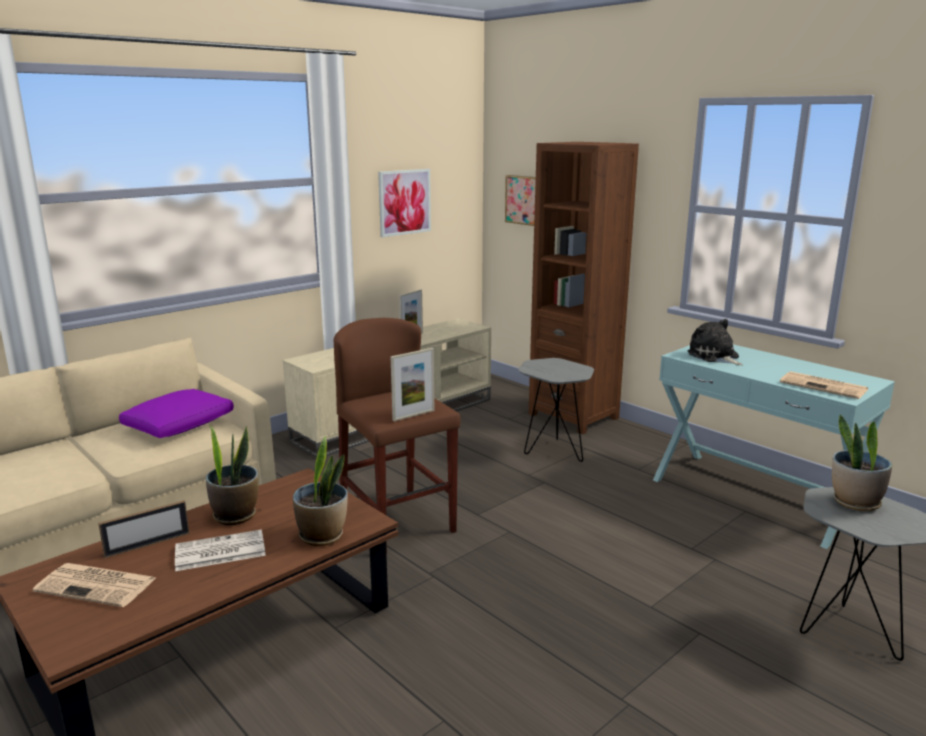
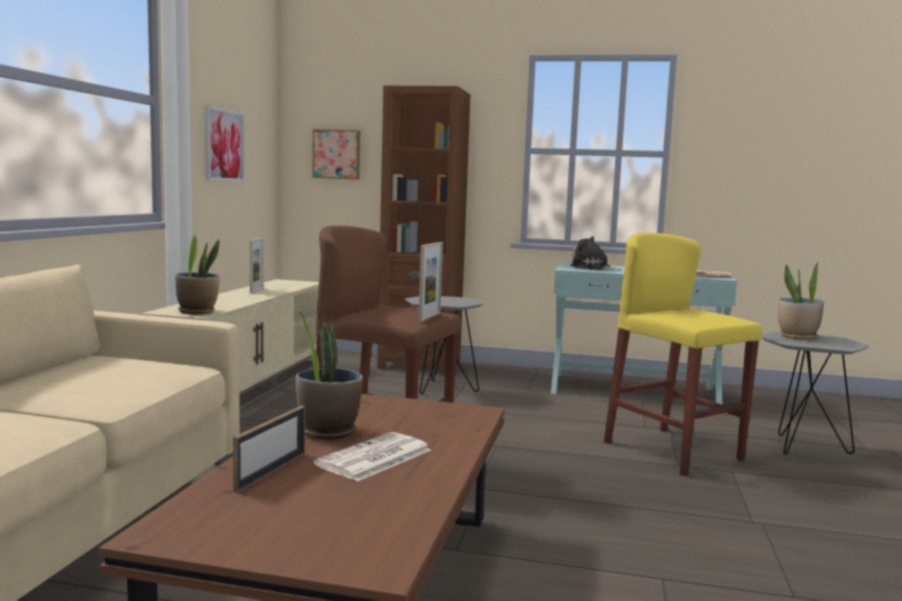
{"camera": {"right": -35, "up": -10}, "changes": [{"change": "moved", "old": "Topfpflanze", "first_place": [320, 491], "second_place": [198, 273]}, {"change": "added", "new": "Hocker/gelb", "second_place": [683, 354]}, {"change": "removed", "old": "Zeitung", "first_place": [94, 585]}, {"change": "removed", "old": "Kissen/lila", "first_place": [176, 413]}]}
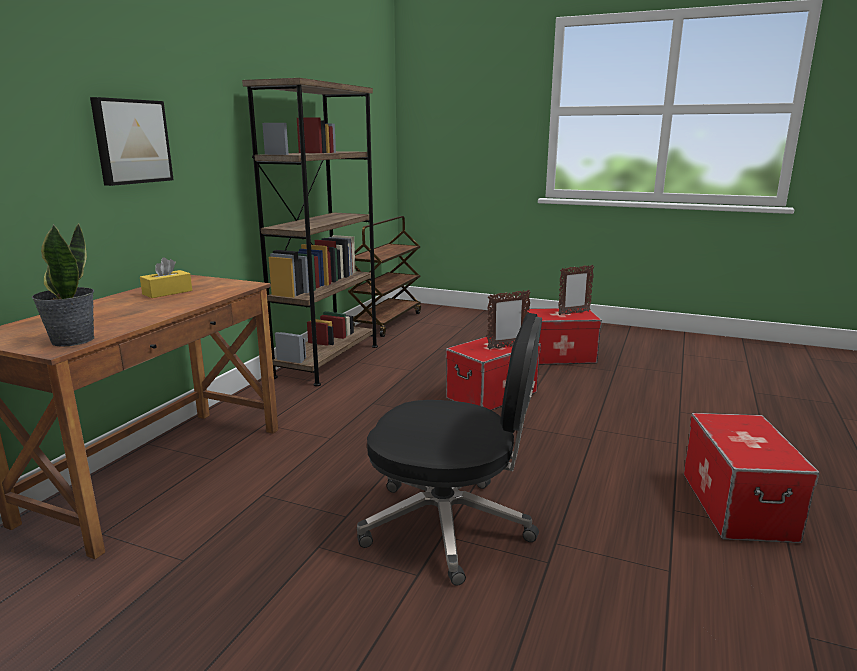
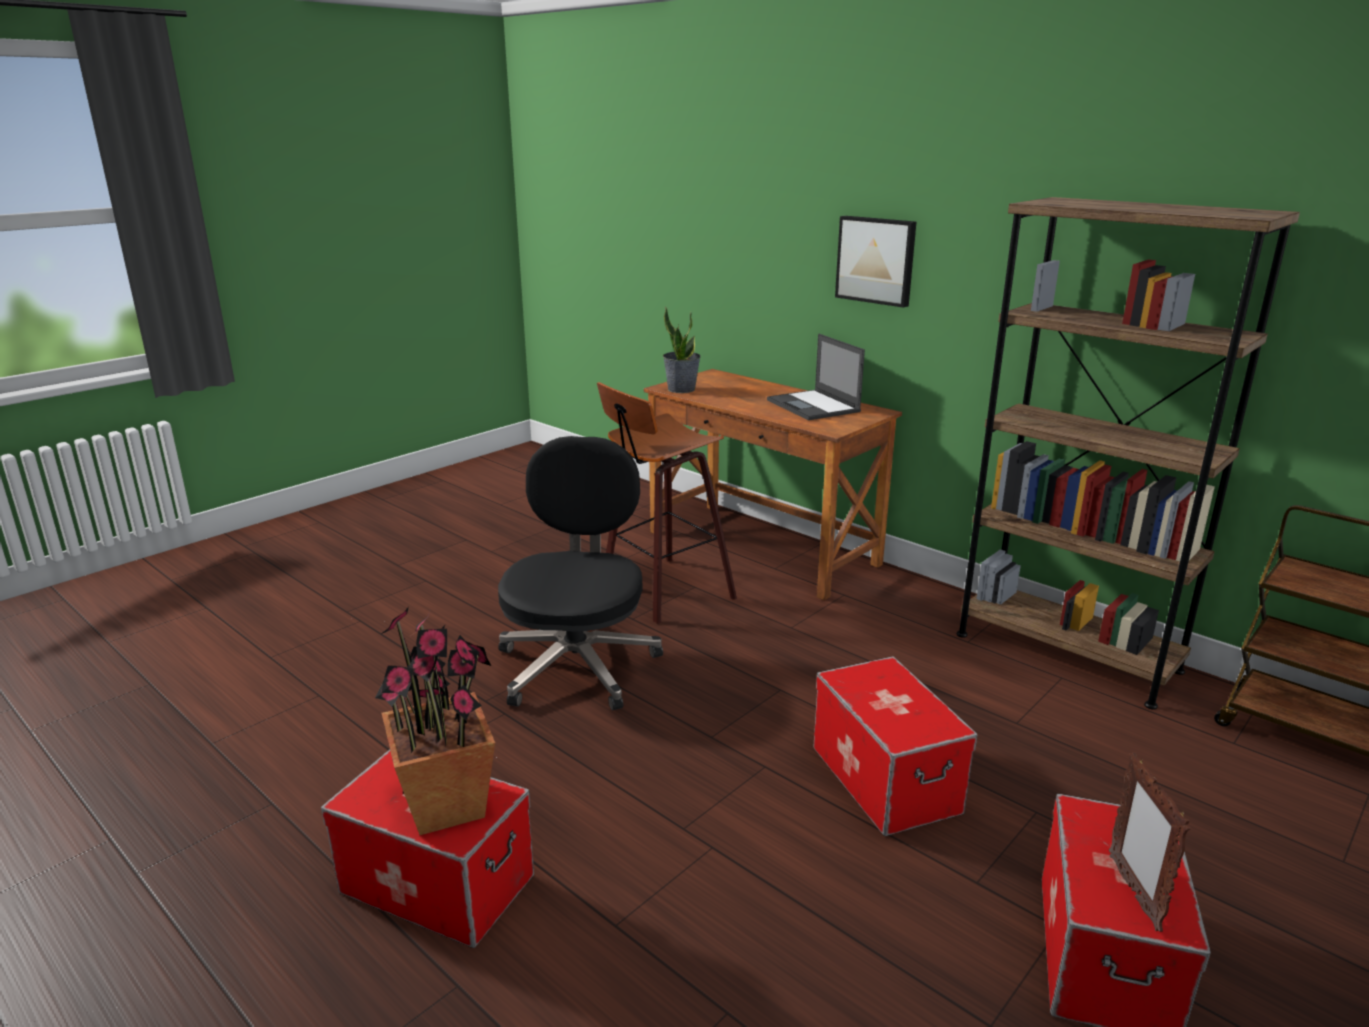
{"camera": {"right": 110, "up": 5}, "changes": [{"change": "added", "new": "Topfpflanze", "second_place": [435, 721]}, {"change": "turned", "old": "Bürostuhl/schwarz", "first_place": [449, 449], "second_place": [580, 573], "degrees": 150}, {"change": "added", "new": "Hocker", "second_place": [667, 503]}, {"change": "replaced", "old": "Taschentuchbox/gelb", "new": "Laptop", "first_place": [166, 277], "second_place": [816, 377]}, {"change": "removed", "old": "Bilderrahmen", "first_place": [509, 320]}]}
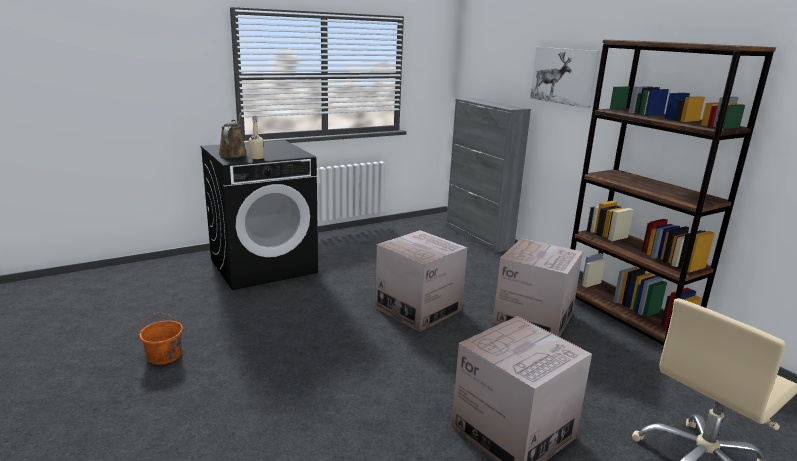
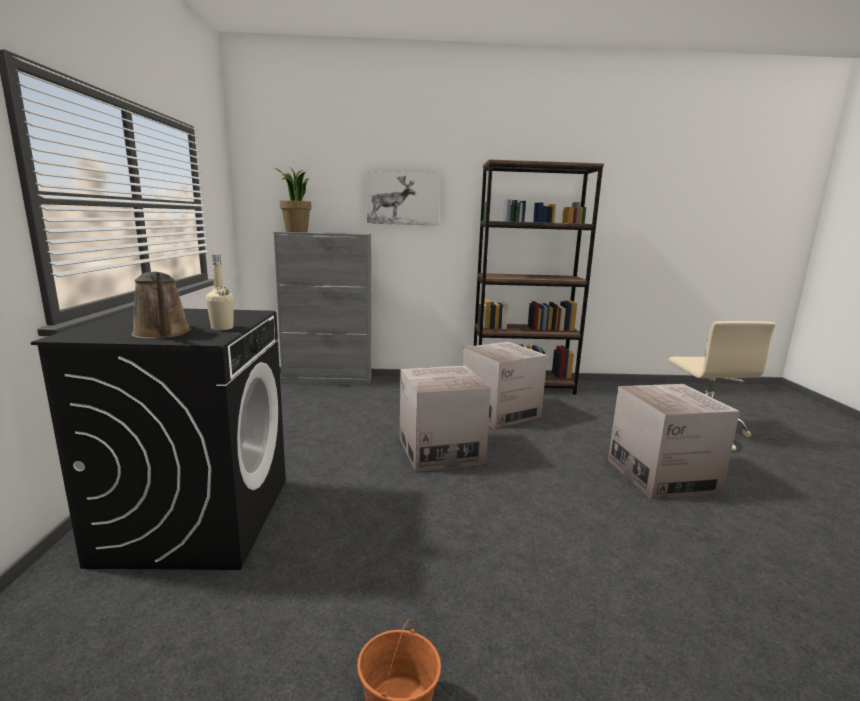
{"camera": {"right": -60, "up": -5}, "changes": [{"change": "turned", "old": "Gießkanne/braun", "first_place": [232, 135], "second_place": [161, 305], "degrees": -150}, {"change": "added", "new": "Topfpflanze", "second_place": [293, 199]}]}
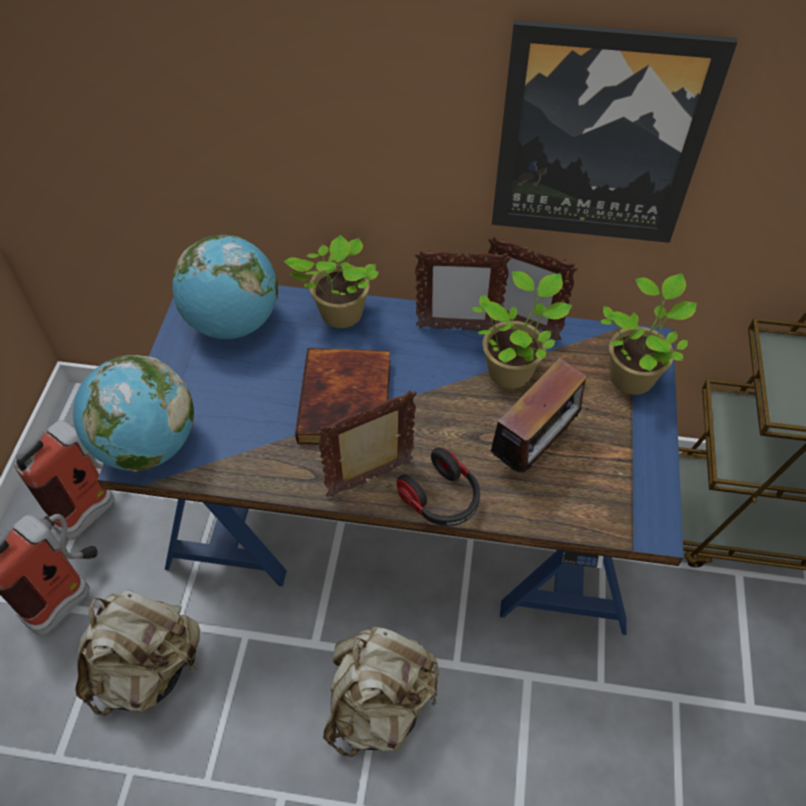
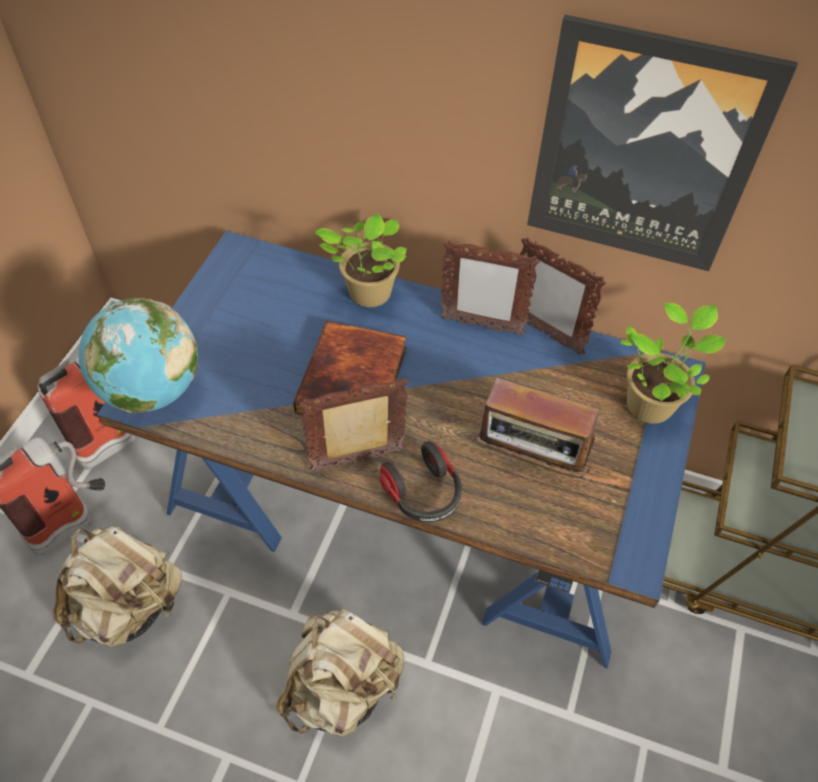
{"camera": {"right": 10, "up": 0}, "changes": [{"change": "turned", "old": "Radio", "first_place": [536, 415], "second_place": [539, 428], "degrees": 60}, {"change": "removed", "old": "Globus", "first_place": [225, 287]}, {"change": "removed", "old": "Topfpflanze", "first_place": [522, 330]}]}
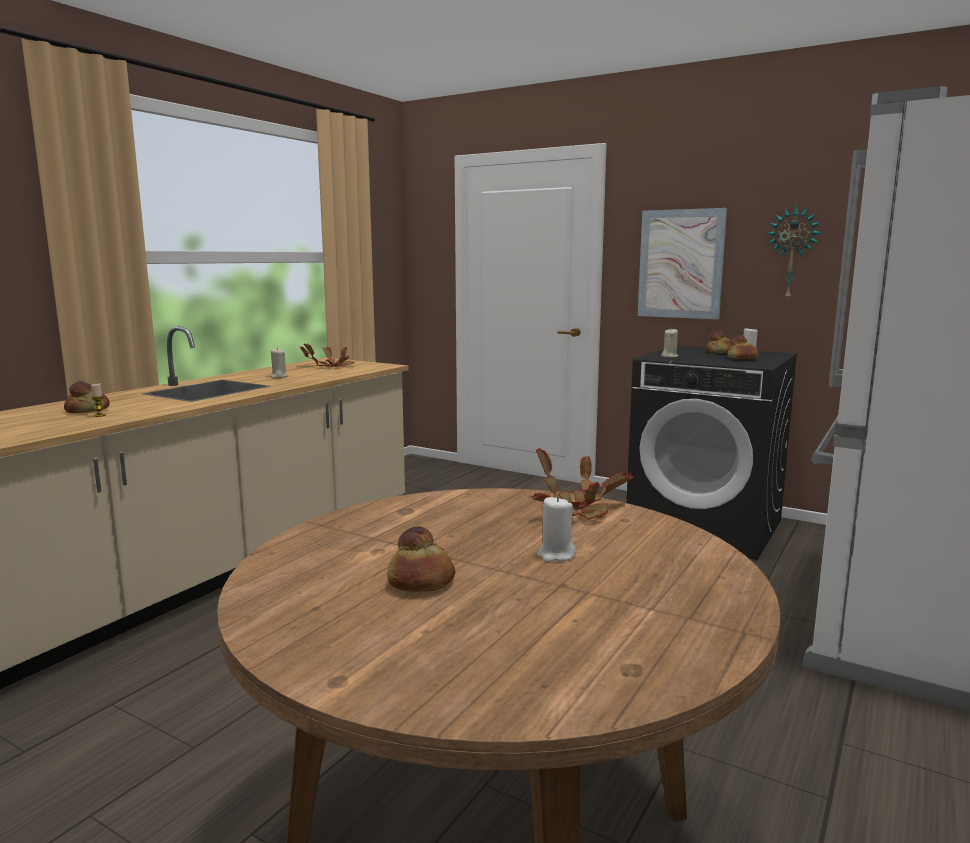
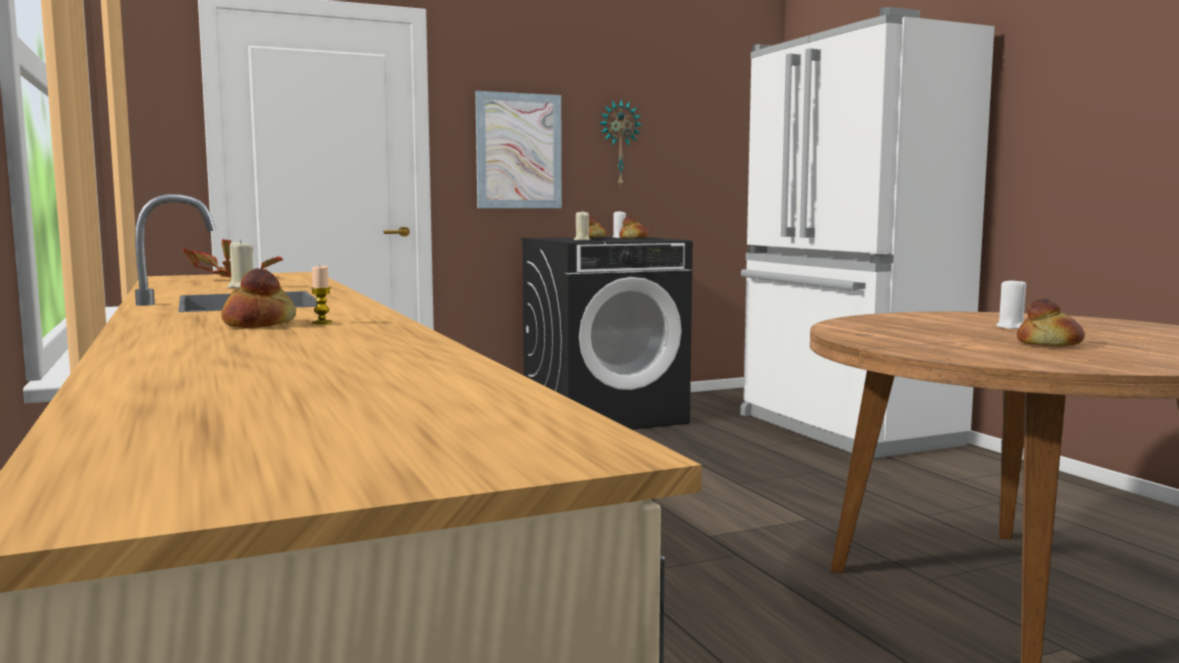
{"camera": {"right": -55, "up": -5}, "changes": [{"change": "removed", "old": "Topfpflanze", "first_place": [583, 484]}]}
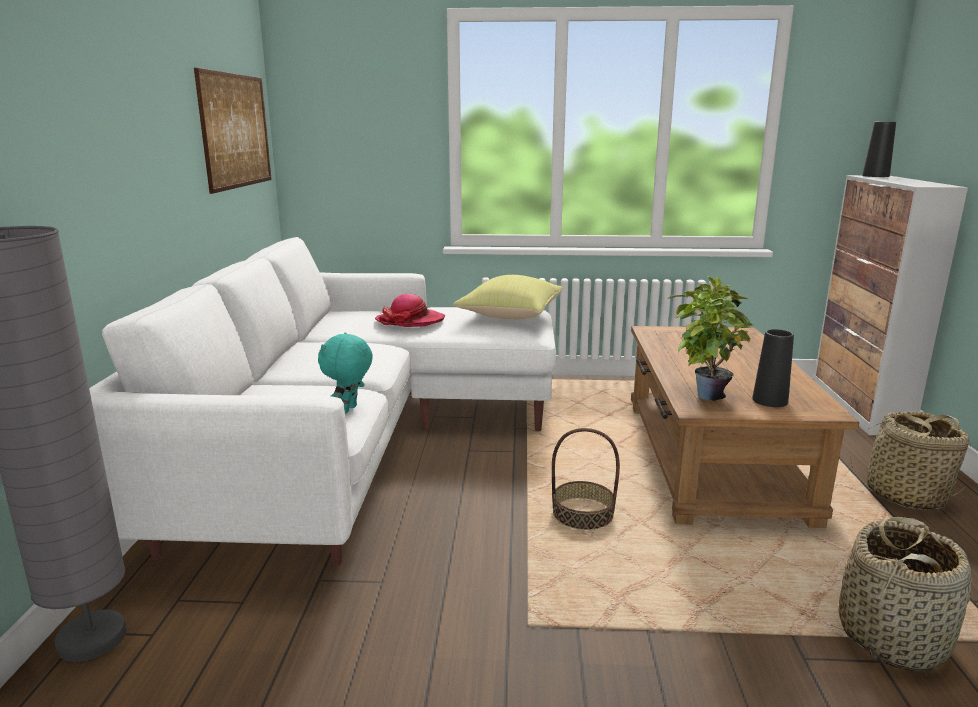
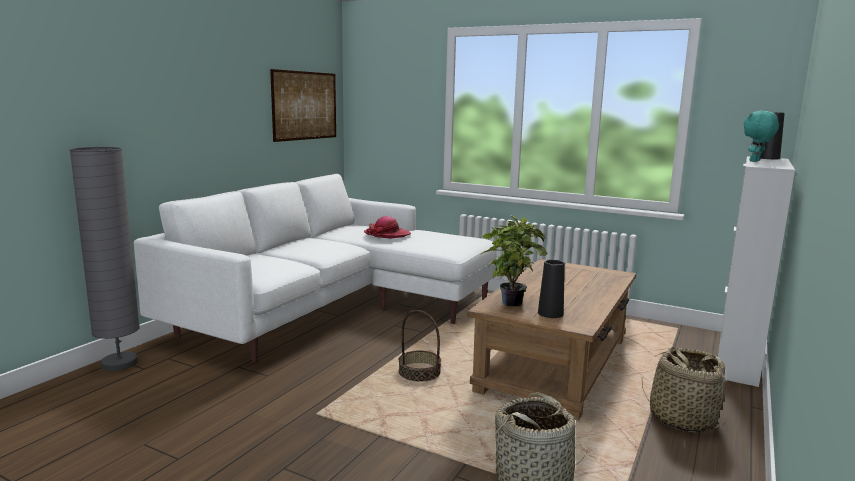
{"camera": {"right": 25, "up": -5}, "changes": [{"change": "moved", "old": "Plüschtier/türkis", "first_place": [345, 373], "second_place": [761, 136]}, {"change": "removed", "old": "Kissen/gelb", "first_place": [508, 297]}]}
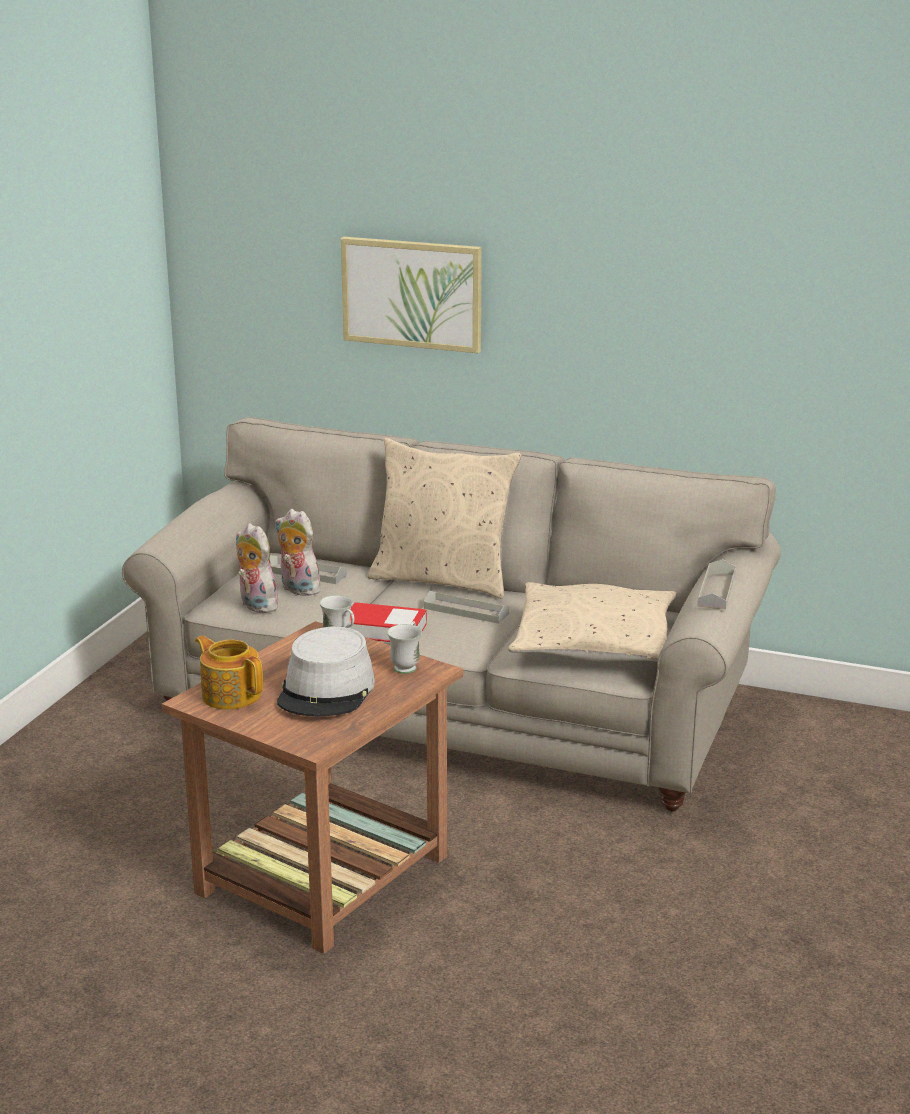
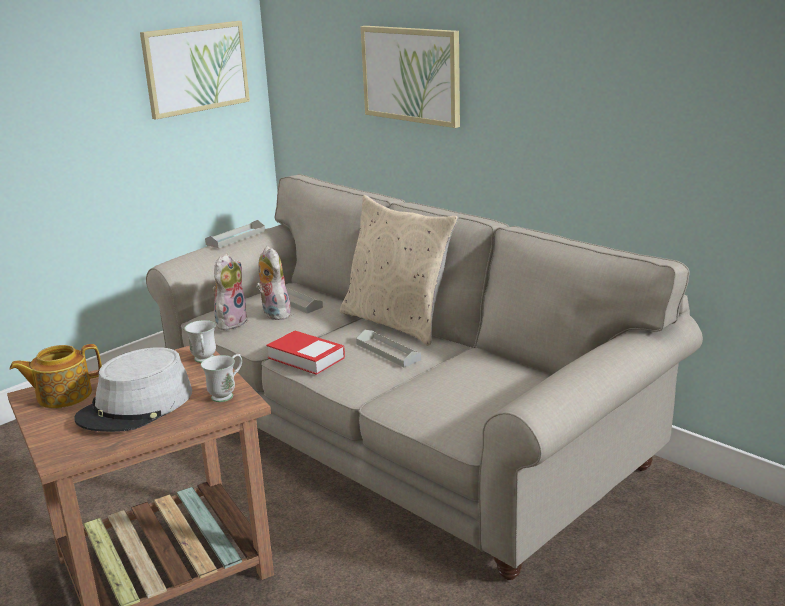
{"camera": {"right": 25, "up": 0}, "changes": [{"change": "turned", "old": "Teekanne", "first_place": [229, 672], "second_place": [56, 376], "degrees": -90}, {"change": "added", "new": "Bild", "second_place": [195, 70]}, {"change": "moved", "old": "Tablett/grau", "first_place": [716, 584], "second_place": [235, 234]}, {"change": "turned", "old": "Plüschtier", "first_place": [258, 568], "second_place": [230, 292], "degrees": 45}, {"change": "removed", "old": "Kissen/beige", "first_place": [592, 622]}]}
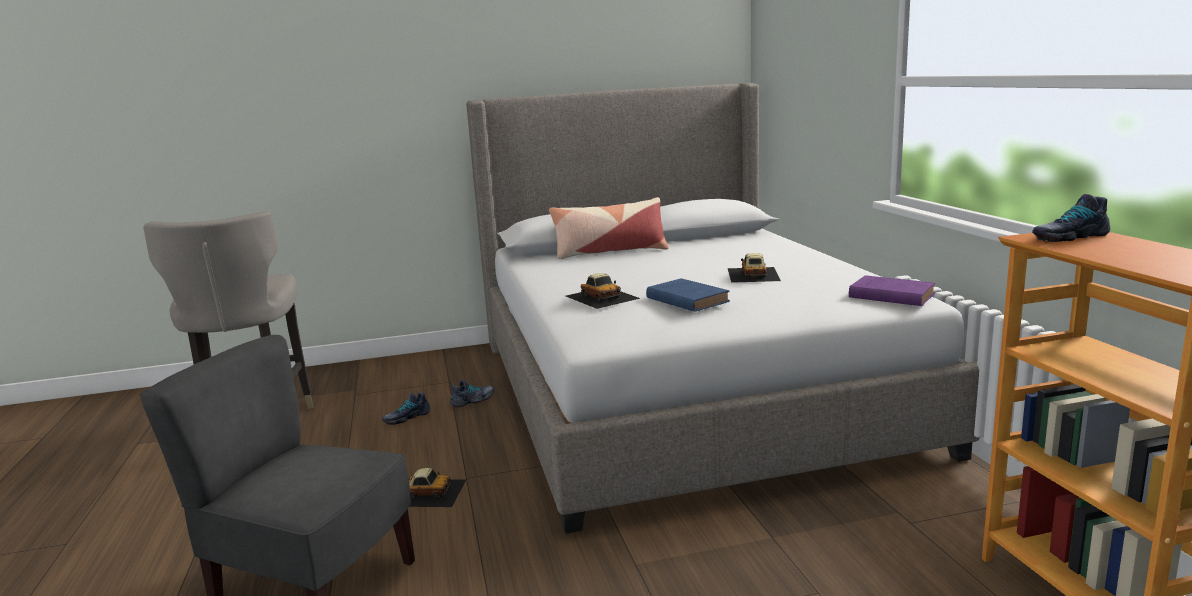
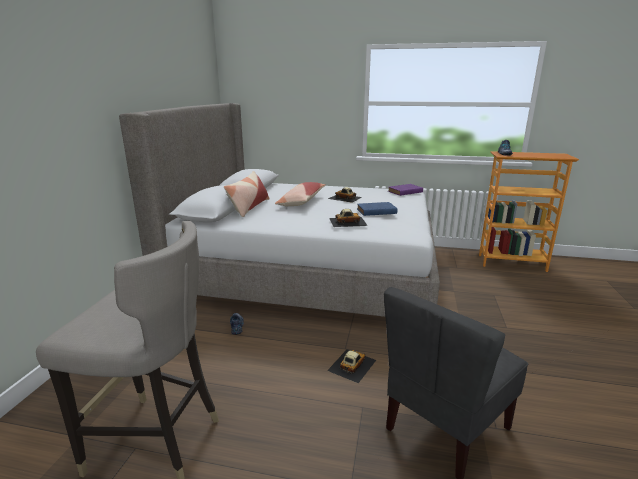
{"camera": {"right": -65, "up": 5}, "changes": [{"change": "added", "new": "Kissen", "second_place": [300, 194]}, {"change": "removed", "old": "Schuh", "first_place": [406, 408]}]}
